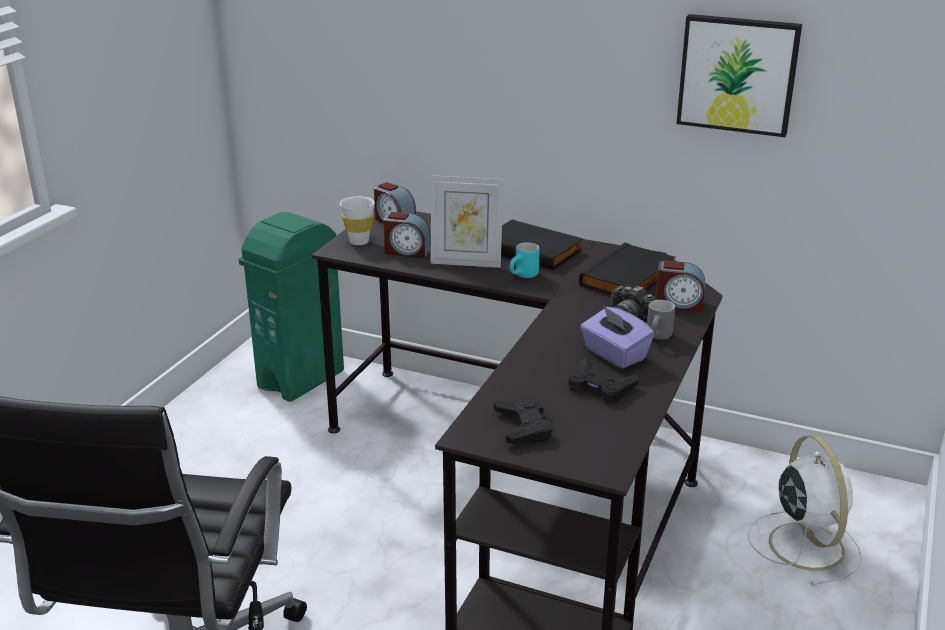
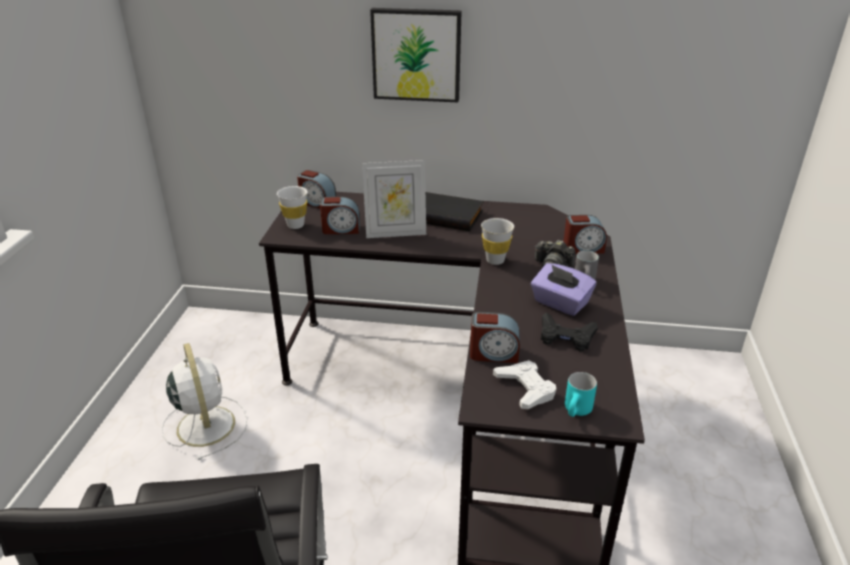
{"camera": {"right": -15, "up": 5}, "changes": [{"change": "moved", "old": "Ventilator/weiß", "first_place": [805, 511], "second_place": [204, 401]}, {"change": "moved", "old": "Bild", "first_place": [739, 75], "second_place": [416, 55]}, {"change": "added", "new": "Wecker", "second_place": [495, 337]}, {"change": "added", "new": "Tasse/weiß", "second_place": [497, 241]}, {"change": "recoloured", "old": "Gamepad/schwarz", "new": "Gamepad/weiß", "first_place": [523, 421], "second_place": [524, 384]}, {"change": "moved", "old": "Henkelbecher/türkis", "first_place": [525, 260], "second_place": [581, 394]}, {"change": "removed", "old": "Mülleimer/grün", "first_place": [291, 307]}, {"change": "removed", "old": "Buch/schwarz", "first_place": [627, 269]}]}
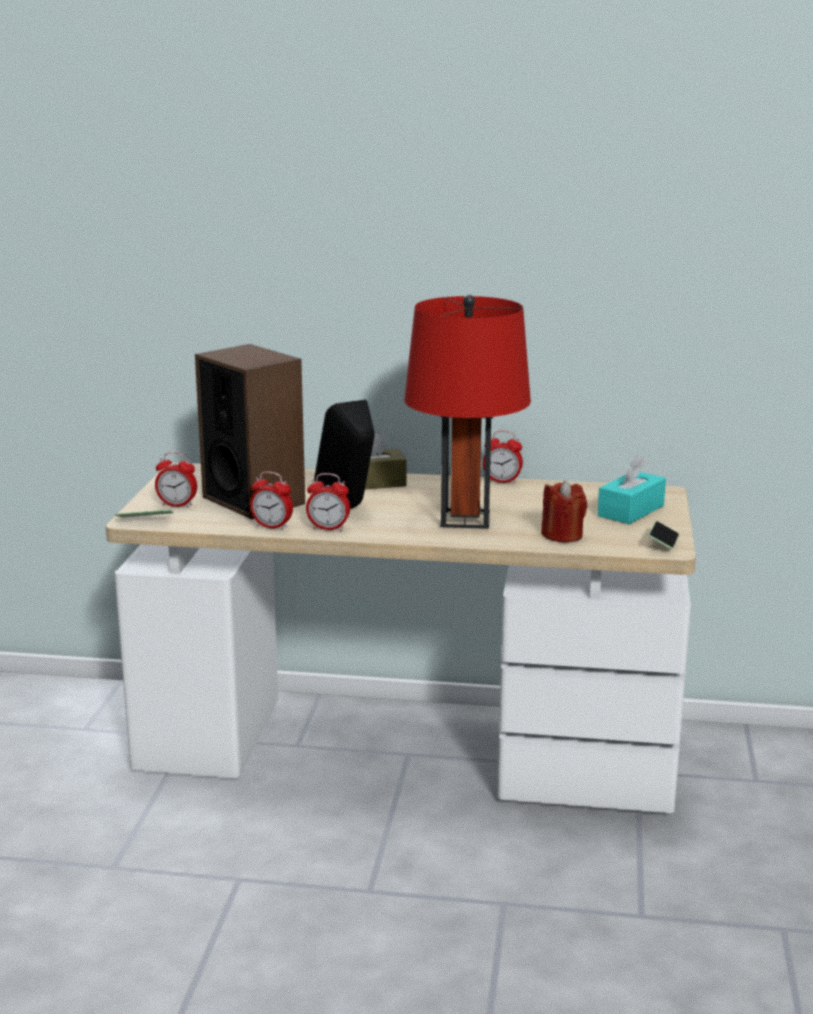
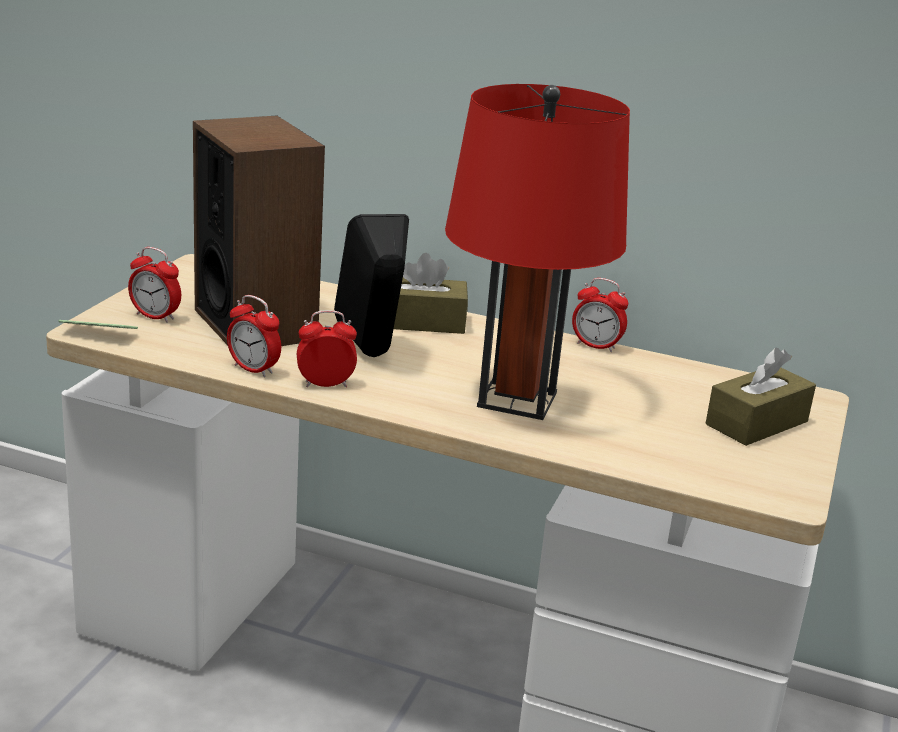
{"camera": {"right": 10, "up": 5}, "changes": [{"change": "turned", "old": "Wecker", "first_place": [328, 502], "second_place": [327, 348], "degrees": 150}, {"change": "recoloured", "old": "Taschentuchbox/türkis", "new": "Taschentuchbox/braun", "first_place": [632, 489], "second_place": [761, 397]}, {"change": "removed", "old": "Kerze/rot", "first_place": [564, 511]}, {"change": "removed", "old": "Handy", "first_place": [663, 535]}]}
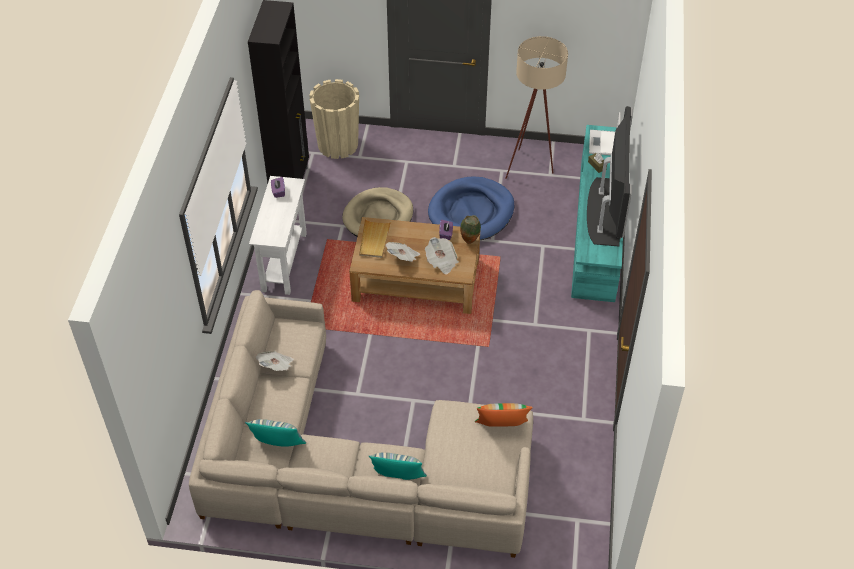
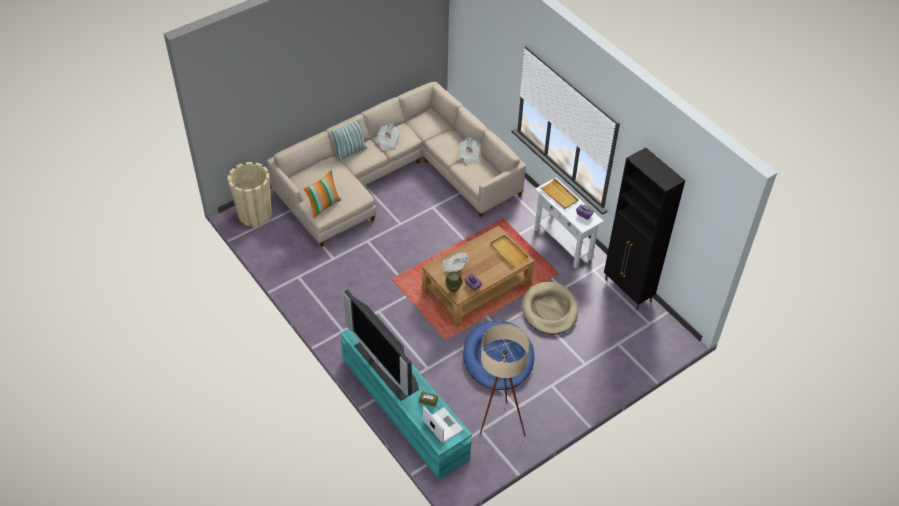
{"camera": {"right": 135, "up": 0}, "changes": [{"change": "moved", "old": "Pflanzkübel/beige", "first_place": [334, 119], "second_place": [250, 194]}, {"change": "moved", "old": "Zeitung", "first_place": [402, 252], "second_place": [388, 137]}, {"change": "added", "new": "Tablett/beige", "second_place": [559, 193]}, {"change": "removed", "old": "Kissen", "first_place": [275, 433]}]}
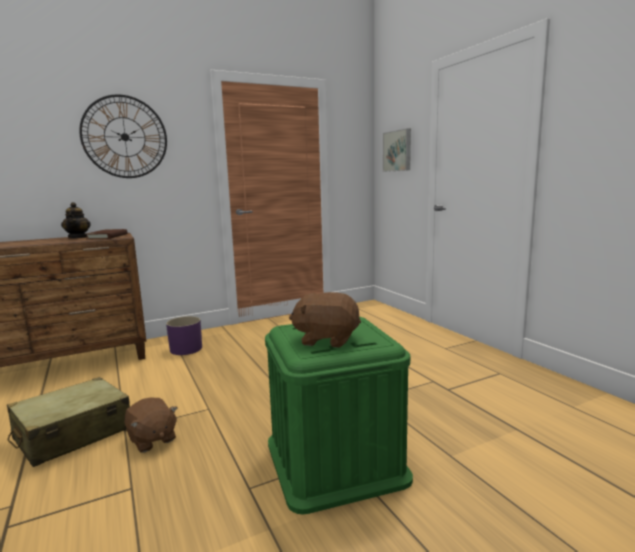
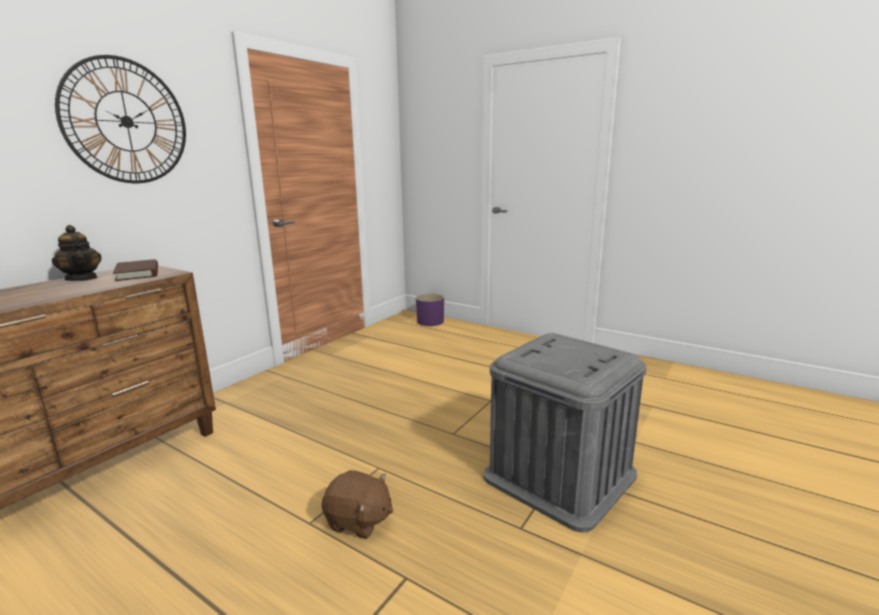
{"camera": {"right": -30, "up": 5}, "changes": [{"change": "moved", "old": "Pflanzkübel/lila", "first_place": [184, 335], "second_place": [430, 310]}, {"change": "recoloured", "old": "Aufbewahrungsbox/grün", "new": "Aufbewahrungsbox/grau", "first_place": [339, 415], "second_place": [565, 432]}, {"change": "removed", "old": "Koffer/beige", "first_place": [68, 422]}, {"change": "removed", "old": "Plüschtier/braun", "first_place": [325, 320]}, {"change": "removed", "old": "Bild", "first_place": [397, 150]}]}
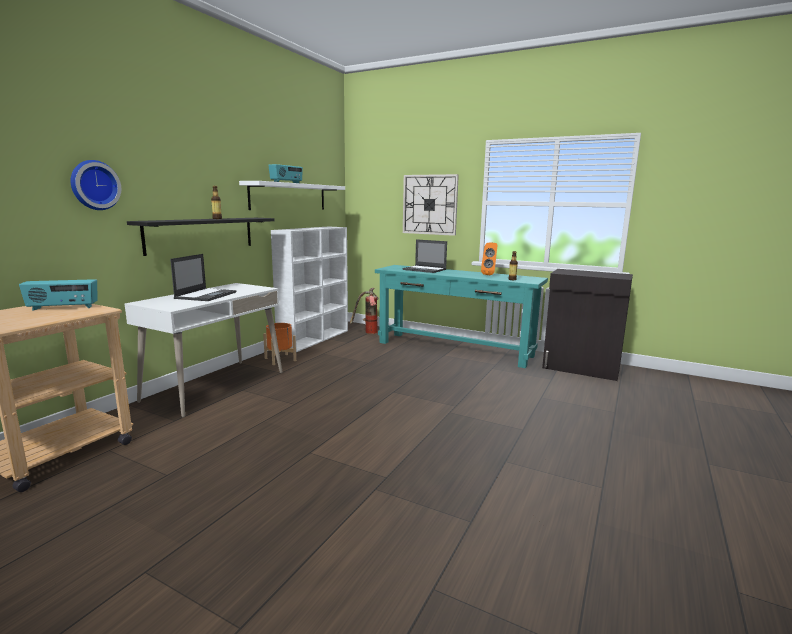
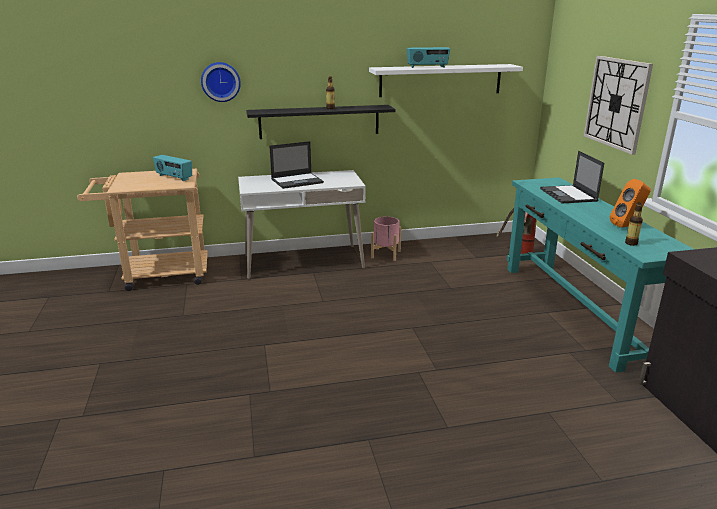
{"camera": {"right": 50, "up": 10}, "changes": [{"change": "recoloured", "old": "Pflanzkübel/orange", "new": "Pflanzkübel/rosa", "first_place": [279, 344], "second_place": [386, 238]}, {"change": "removed", "old": "Bücherregal/weiß", "first_place": [309, 289]}]}
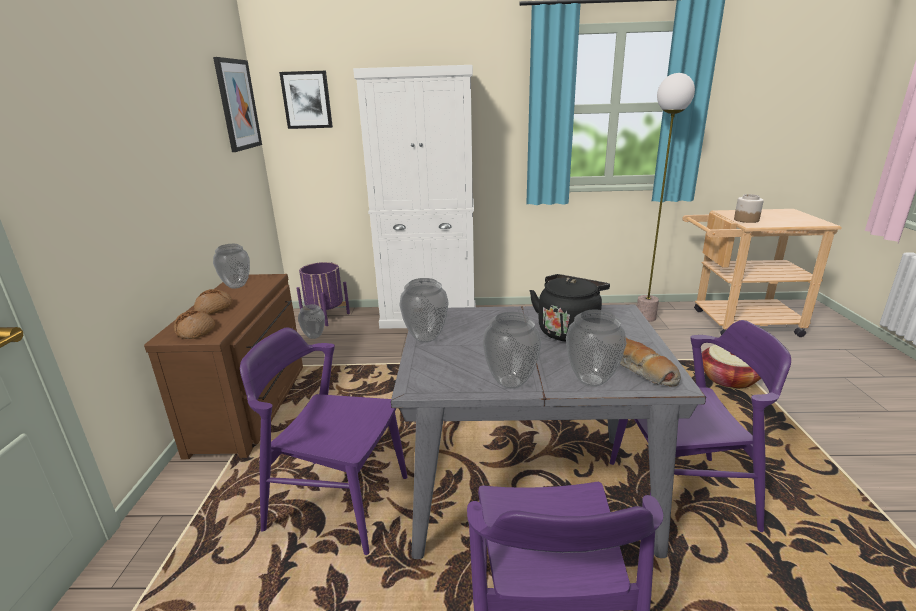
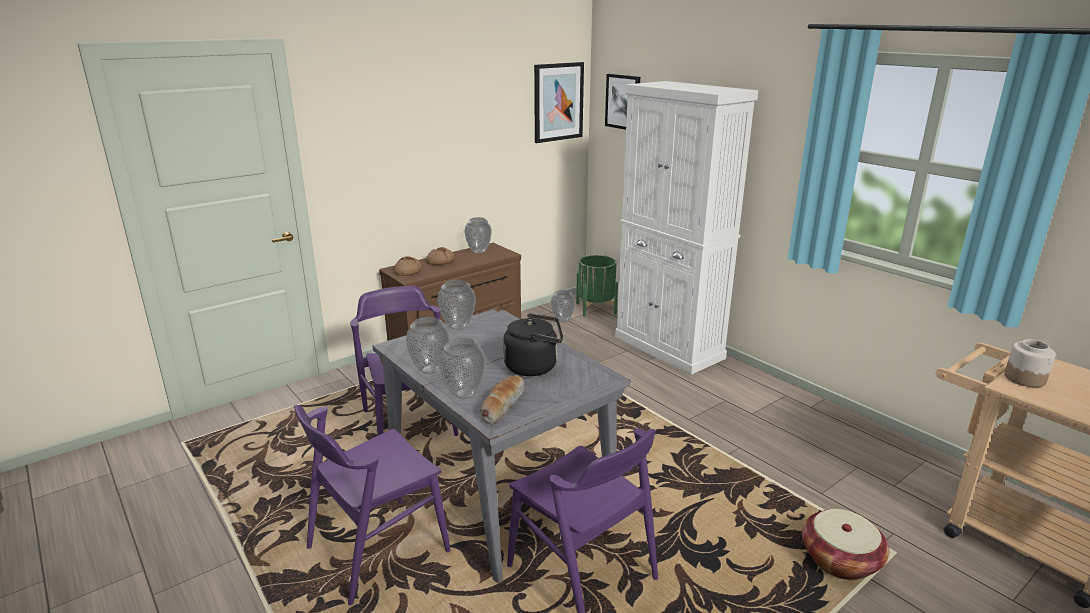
{"camera": {"right": 50, "up": 0}, "changes": [{"change": "recoloured", "old": "Pflanzkübel/lila", "new": "Pflanzkübel/grün", "first_place": [323, 294], "second_place": [597, 286]}, {"change": "removed", "old": "Stehlampe", "first_place": [666, 197]}]}
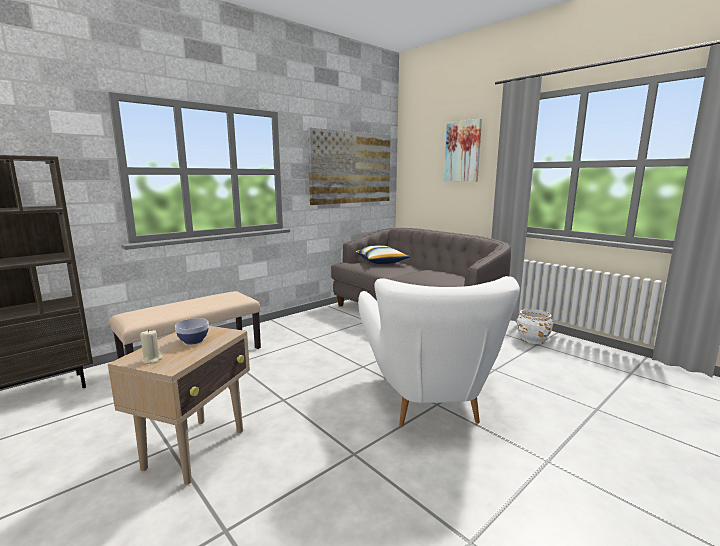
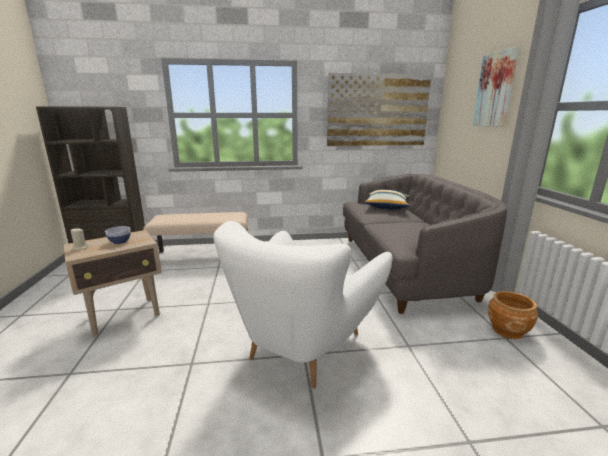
{"camera": {"right": 35, "up": 5}, "changes": [{"change": "recoloured", "old": "Pflanzkübel/weiß", "new": "Pflanzkübel/braun", "first_place": [535, 326], "second_place": [512, 315]}]}
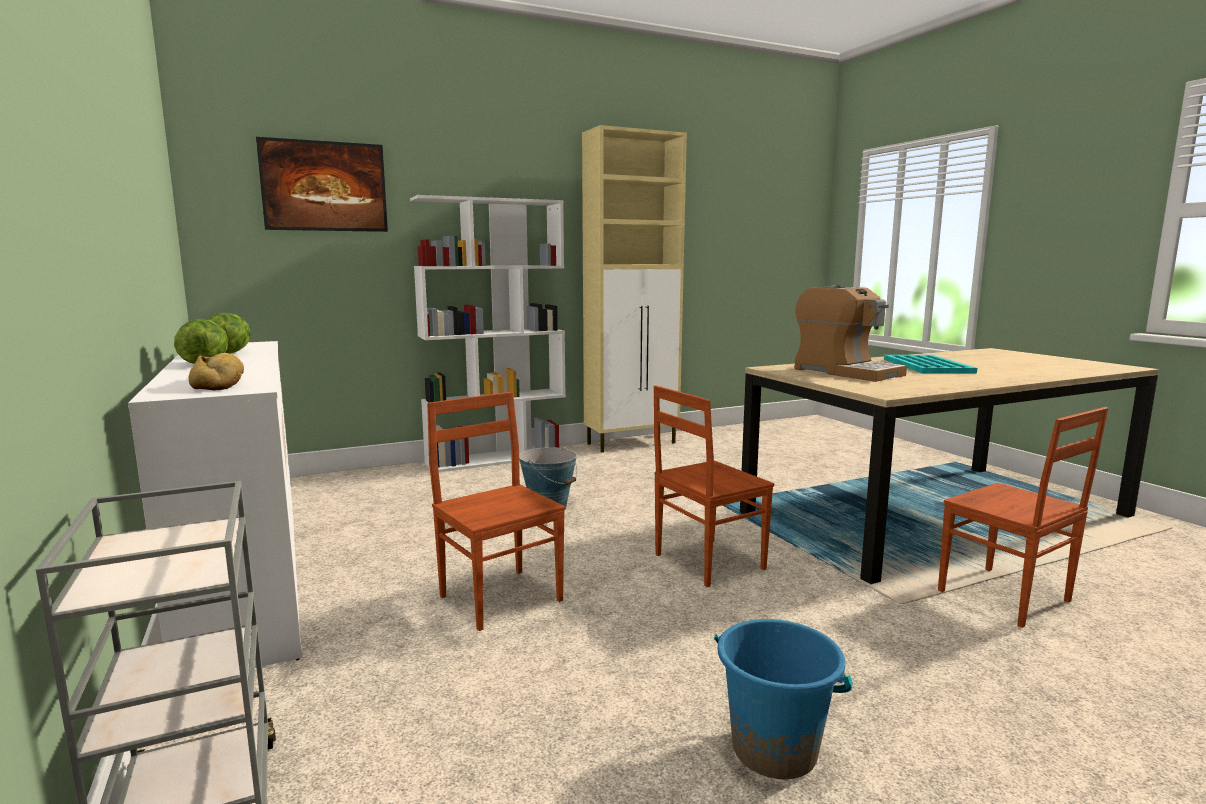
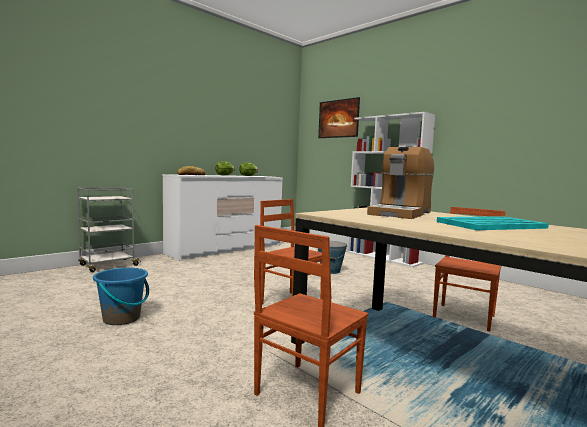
{"camera": {"right": 70, "up": -5}, "changes": [{"change": "moved", "old": "Stuhl/braun", "first_place": [496, 511], "second_place": [469, 269]}, {"change": "removed", "old": "Schrank/beige", "first_place": [634, 289]}]}
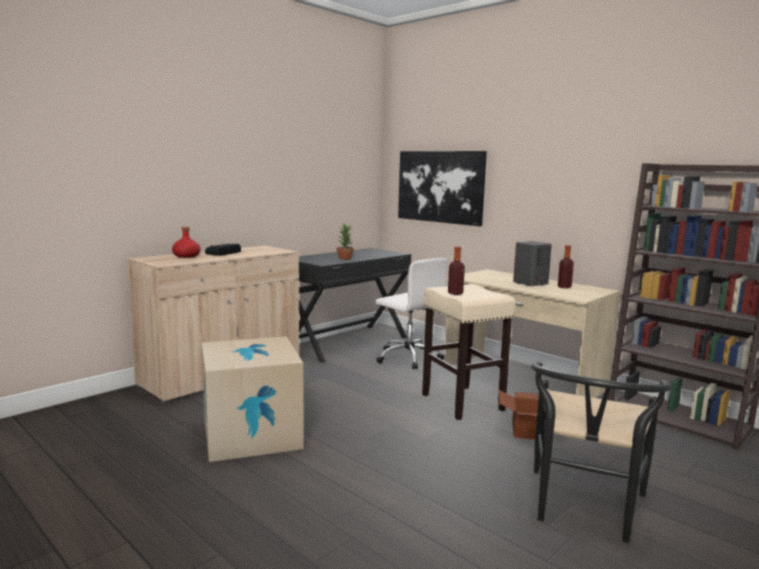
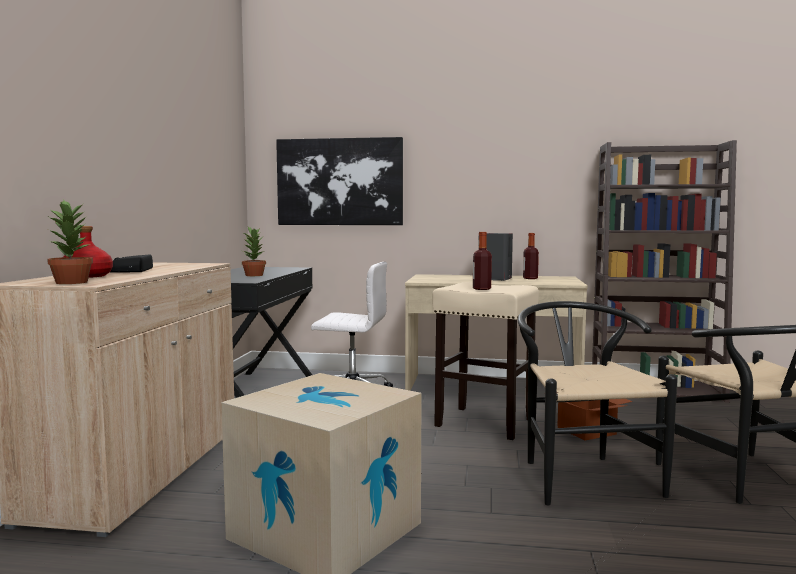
{"camera": {"right": -35, "up": -5}, "changes": [{"change": "added", "new": "Topfpflanze", "second_place": [70, 242]}, {"change": "added", "new": "Stuhl/schwarz", "second_place": [598, 403]}]}
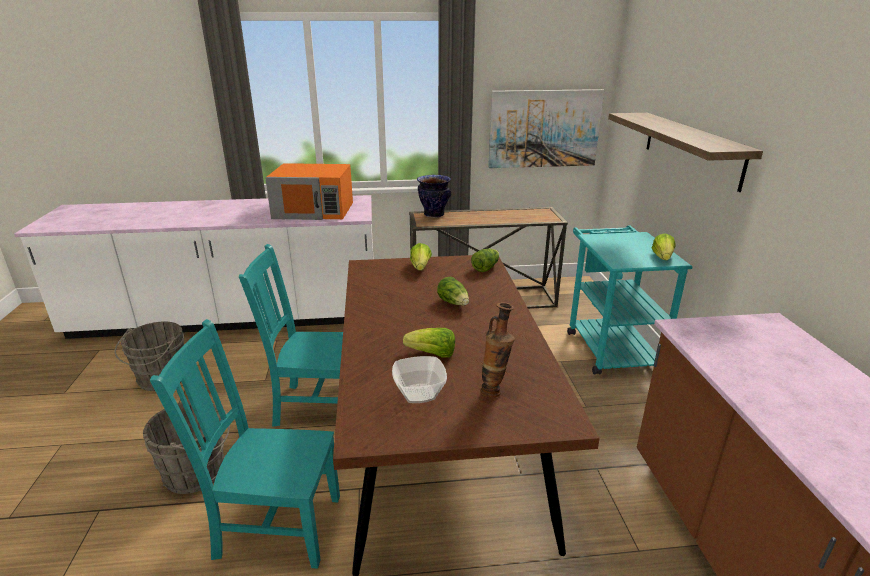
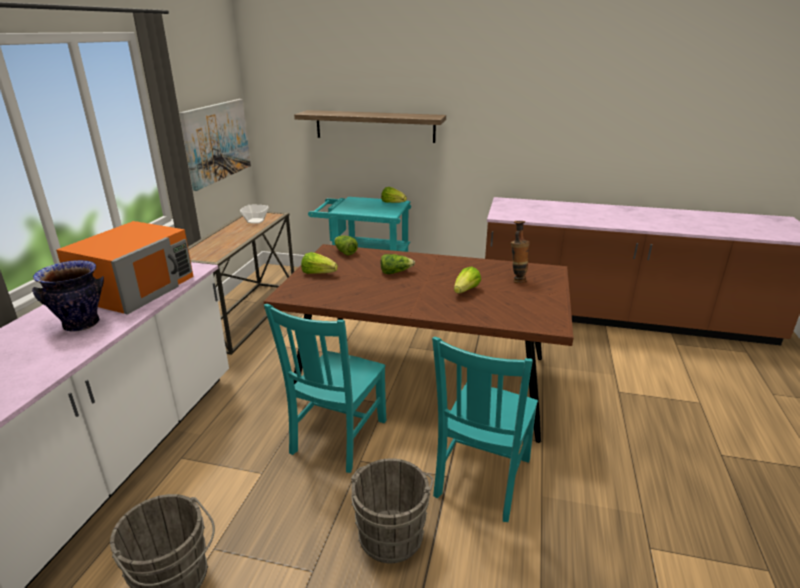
{"camera": {"right": -70, "up": 0}, "changes": [{"change": "moved", "old": "Vase", "first_place": [434, 196], "second_place": [68, 296]}, {"change": "moved", "old": "Schüssel", "first_place": [419, 379], "second_place": [254, 214]}]}
